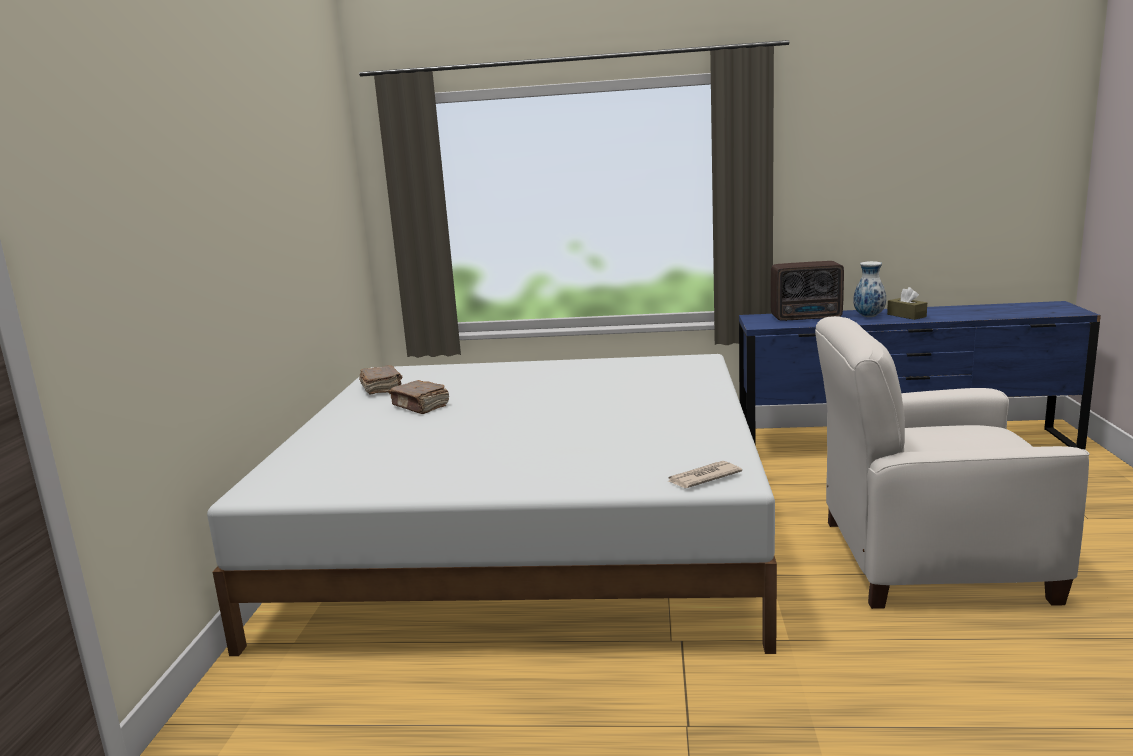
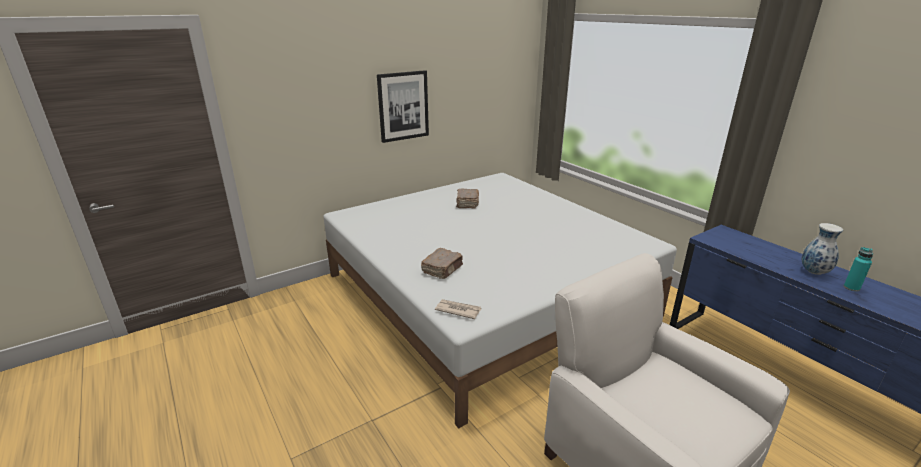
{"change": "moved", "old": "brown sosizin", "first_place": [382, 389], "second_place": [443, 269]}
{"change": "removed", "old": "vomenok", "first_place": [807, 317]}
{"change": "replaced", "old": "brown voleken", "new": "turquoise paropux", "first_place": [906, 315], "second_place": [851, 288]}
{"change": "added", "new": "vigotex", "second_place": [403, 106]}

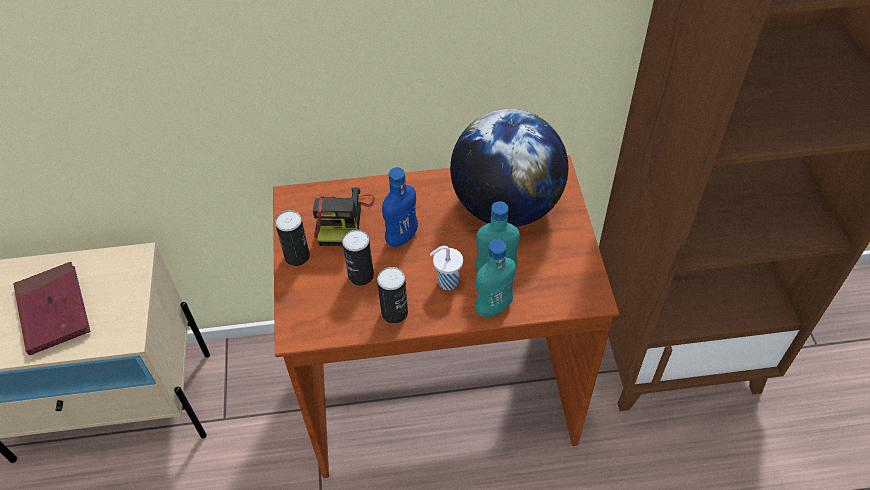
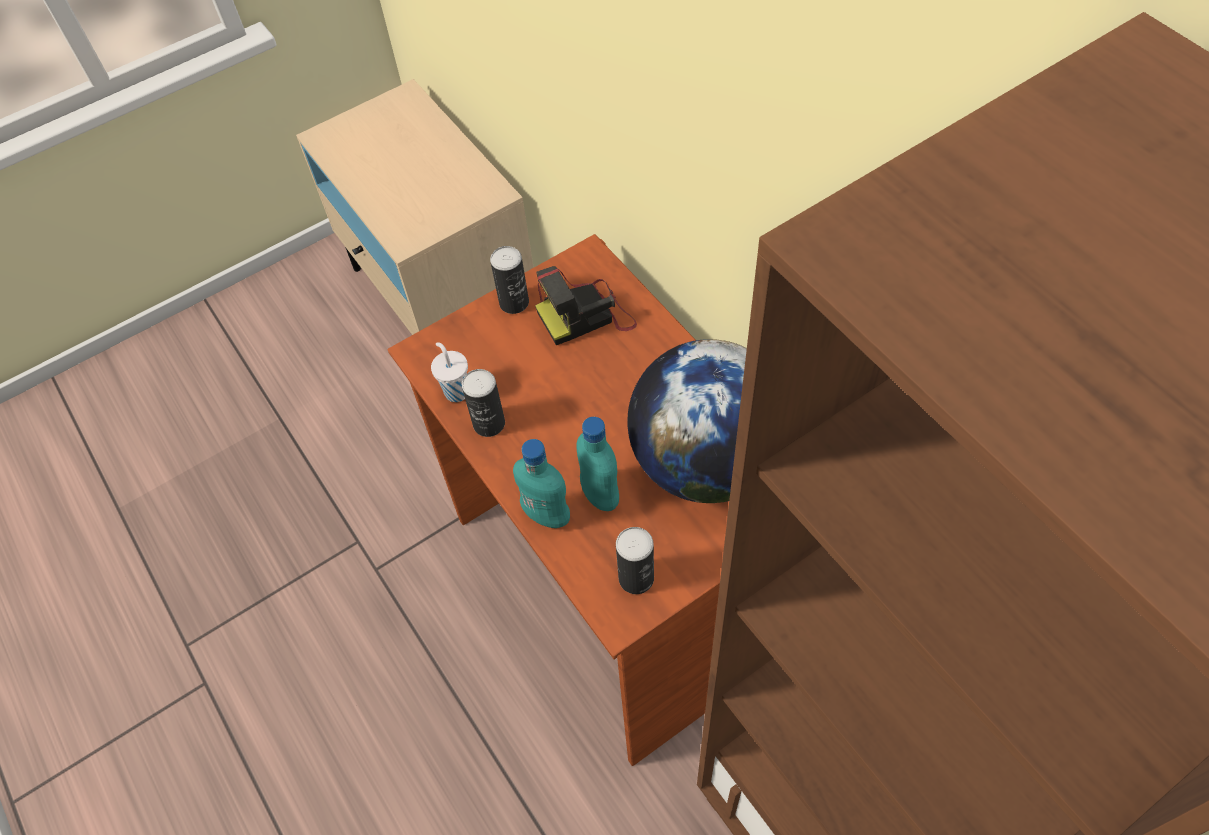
{"change": "removed", "old": "red sosizin", "first_place": [53, 310]}
{"change": "moved", "old": "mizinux", "first_place": [361, 275], "second_place": [636, 578]}
{"change": "removed", "old": "blue paropux", "first_place": [401, 237]}
{"change": "moved", "old": "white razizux", "first_place": [446, 282], "second_place": [456, 391]}

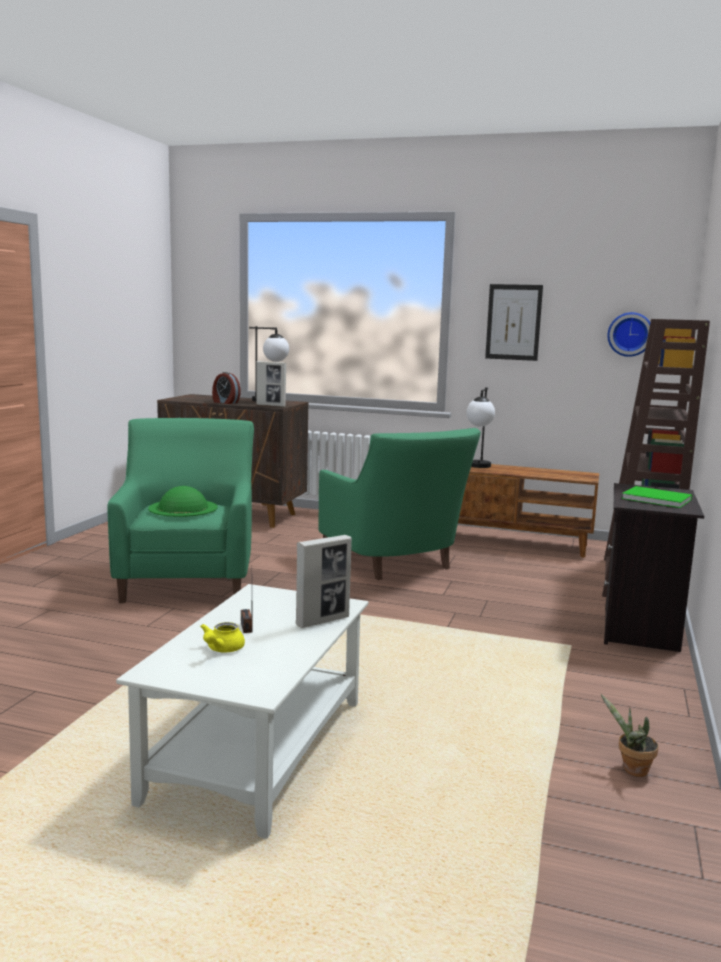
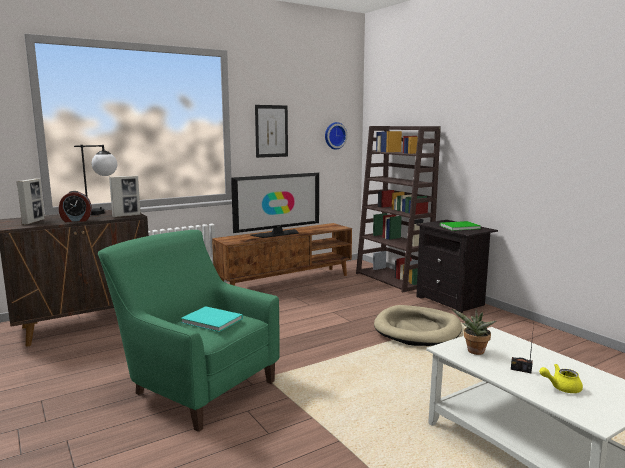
{"change": "replaced", "old": "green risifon", "new": "turquoise sosizin", "first_place": [183, 508], "second_place": [211, 320]}
{"change": "turned", "old": "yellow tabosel", "first_place": [221, 649], "second_place": [561, 387], "degrees": 120}
{"change": "moved", "old": "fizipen", "first_place": [323, 621], "second_place": [33, 222]}
{"change": "removed", "old": "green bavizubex", "first_place": [395, 564]}
{"change": "replaced", "old": "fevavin", "new": "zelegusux", "first_place": [478, 467], "second_place": [277, 234]}
{"change": "moved", "old": "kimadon", "first_place": [631, 769], "second_place": [474, 352]}
{"change": "added", "new": "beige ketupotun", "second_place": [417, 329]}

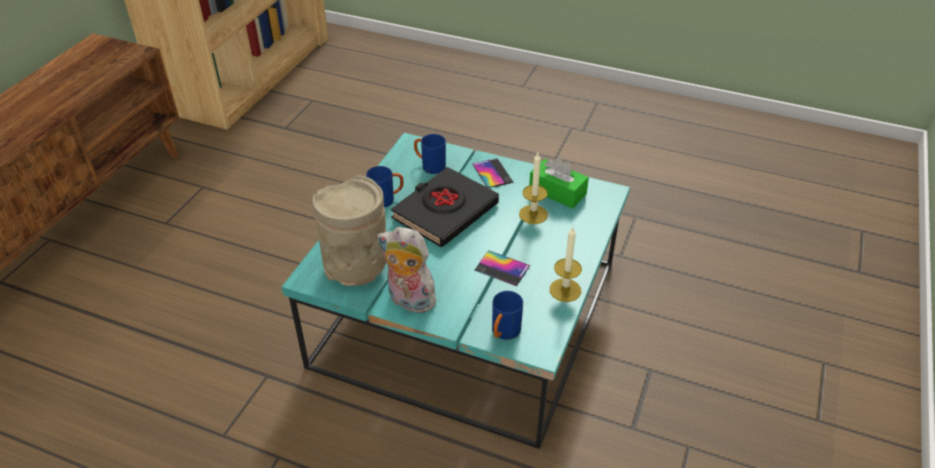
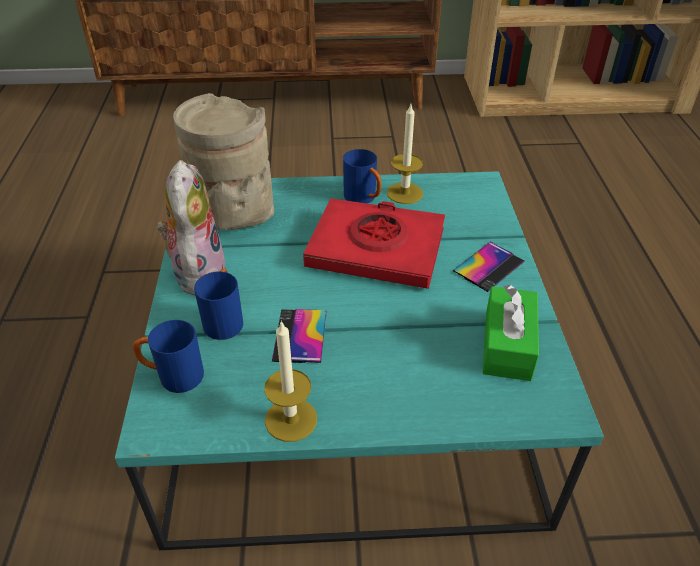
{"change": "recoloured", "old": "black sosizin", "new": "red sosizin", "first_place": [444, 211], "second_place": [376, 249]}
{"change": "moved", "old": "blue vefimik", "first_place": [429, 166], "second_place": [225, 320]}
{"change": "moved", "old": "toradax", "first_place": [533, 214], "second_place": [404, 193]}

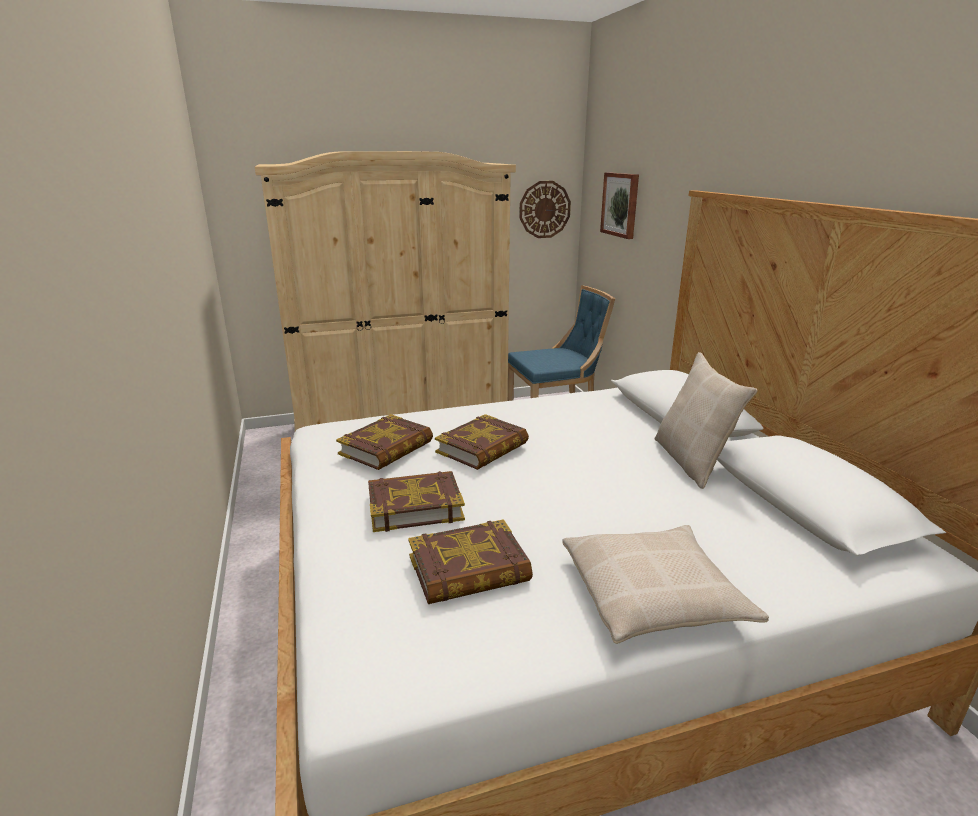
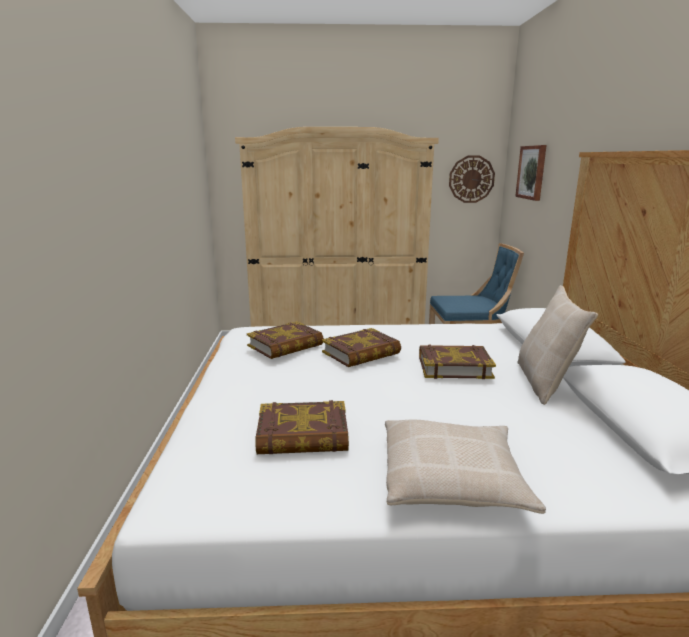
{"change": "moved", "old": "sosizin", "first_place": [415, 506], "second_place": [454, 367]}

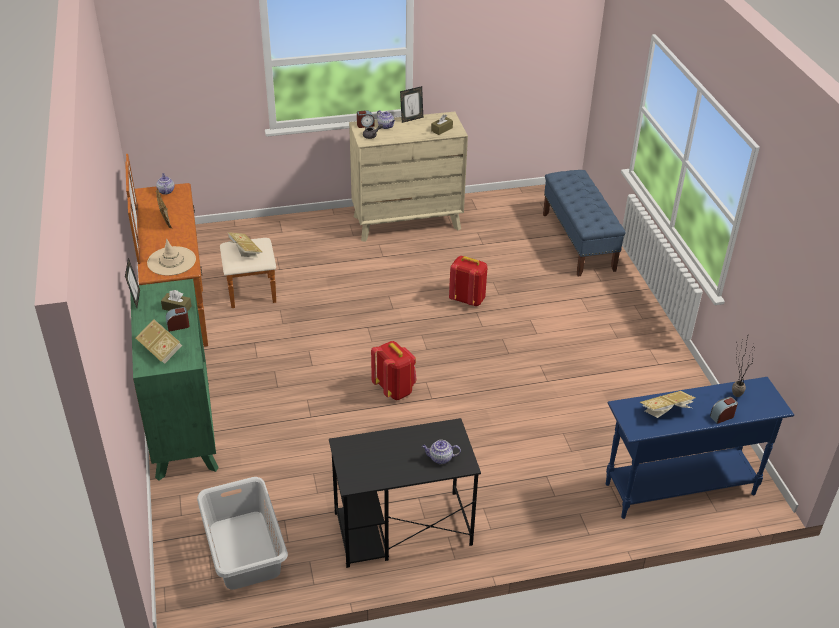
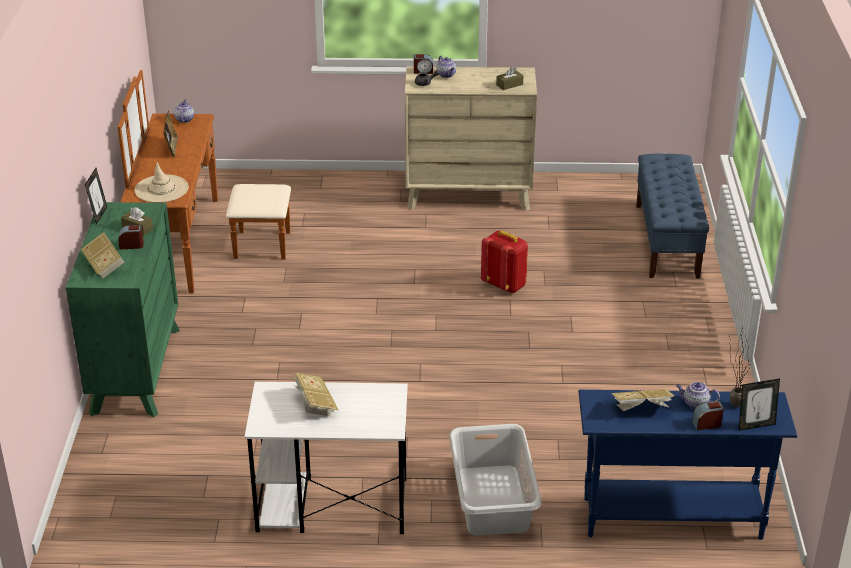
{"change": "moved", "old": "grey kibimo", "first_place": [244, 550], "second_place": [492, 500]}
{"change": "moved", "old": "sosizin", "first_place": [244, 252], "second_place": [315, 404]}
{"change": "recoloured", "old": "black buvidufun", "new": "white buvidufun", "first_place": [401, 529], "second_place": [331, 505]}
{"change": "removed", "old": "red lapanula", "first_place": [395, 389]}
{"change": "moved", "old": "fizipen", "first_place": [411, 119], "second_place": [755, 425]}
{"change": "moved", "old": "tabosel", "first_place": [440, 458], "second_place": [695, 404]}

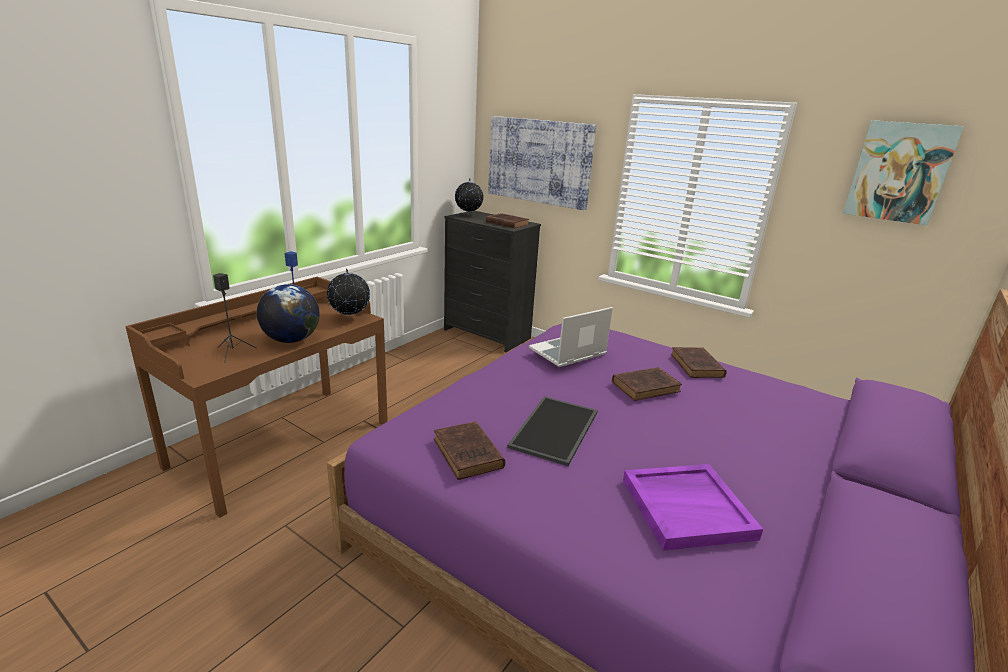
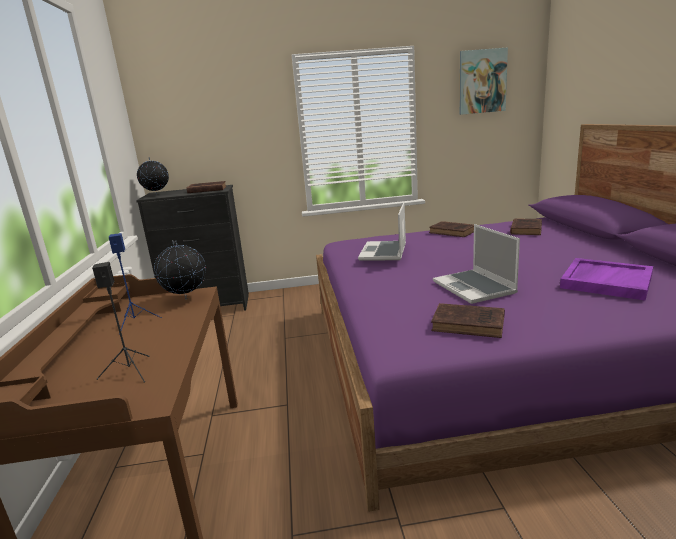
{"change": "removed", "old": "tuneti", "first_place": [291, 340]}
{"change": "removed", "old": "vigotex", "first_place": [540, 161]}
{"change": "replaced", "old": "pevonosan", "new": "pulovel", "first_place": [556, 430], "second_place": [475, 288]}
{"change": "moved", "old": "brown sosizin", "first_place": [647, 387], "second_place": [526, 229]}

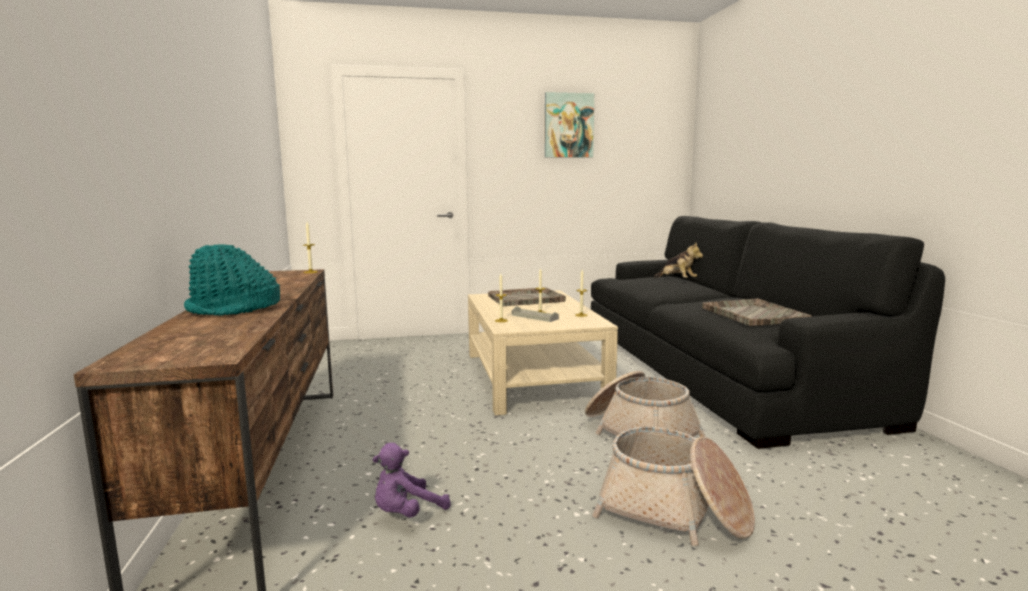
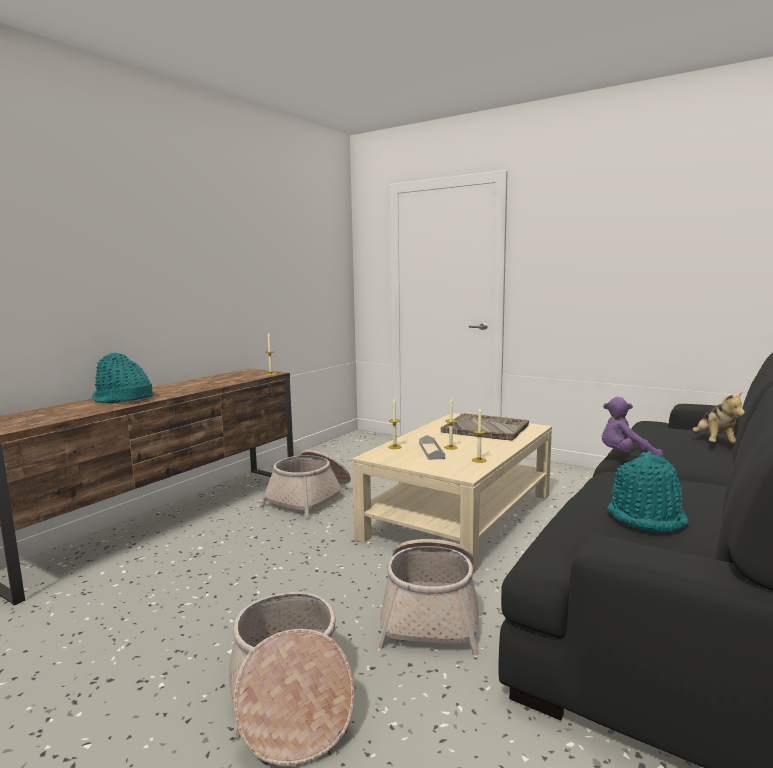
{"change": "moved", "old": "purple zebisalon", "first_place": [407, 513], "second_place": [625, 456]}
{"change": "removed", "old": "vigotex", "first_place": [568, 125]}
{"change": "replaced", "old": "grey pevonosan", "new": "turquoise risifon", "first_place": [753, 314], "second_place": [646, 517]}
{"change": "added", "new": "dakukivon", "second_place": [310, 498]}

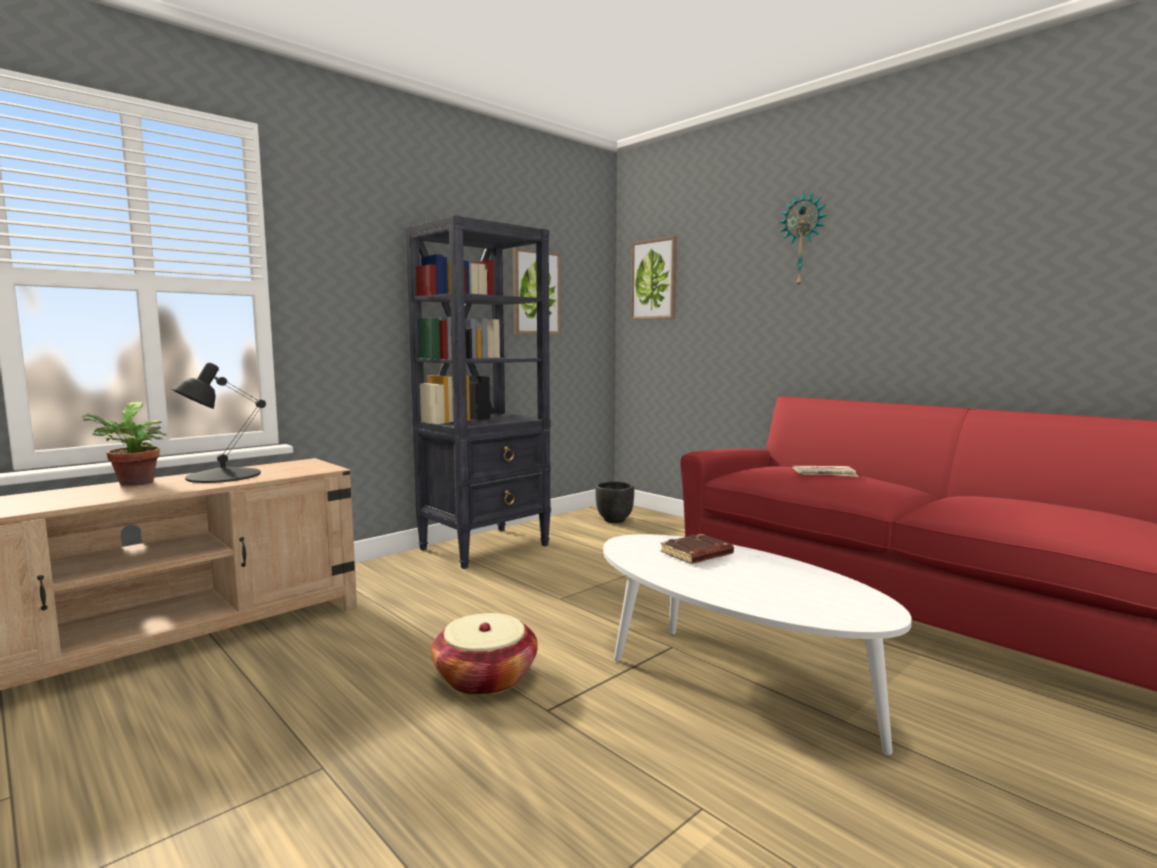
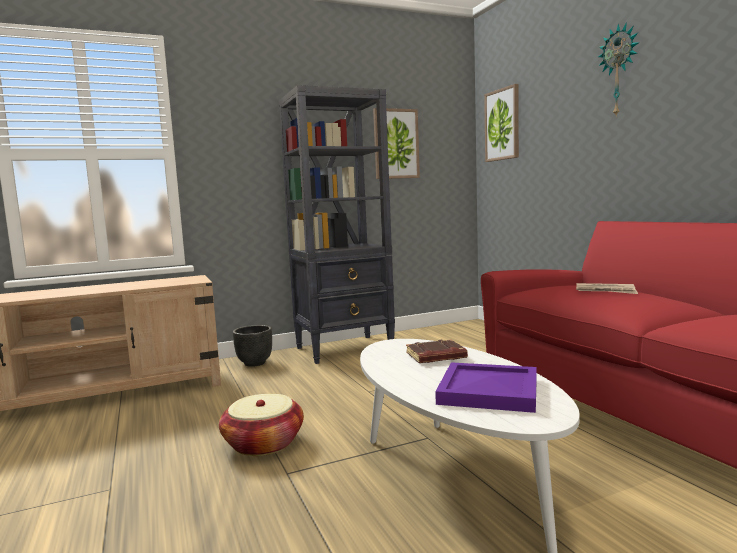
{"change": "removed", "old": "kimadon", "first_place": [134, 483]}
{"change": "removed", "old": "black fevavin", "first_place": [222, 475]}
{"change": "moved", "old": "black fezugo", "first_place": [614, 520], "second_place": [254, 363]}
{"change": "added", "new": "purple pevonosan", "second_place": [487, 390]}

